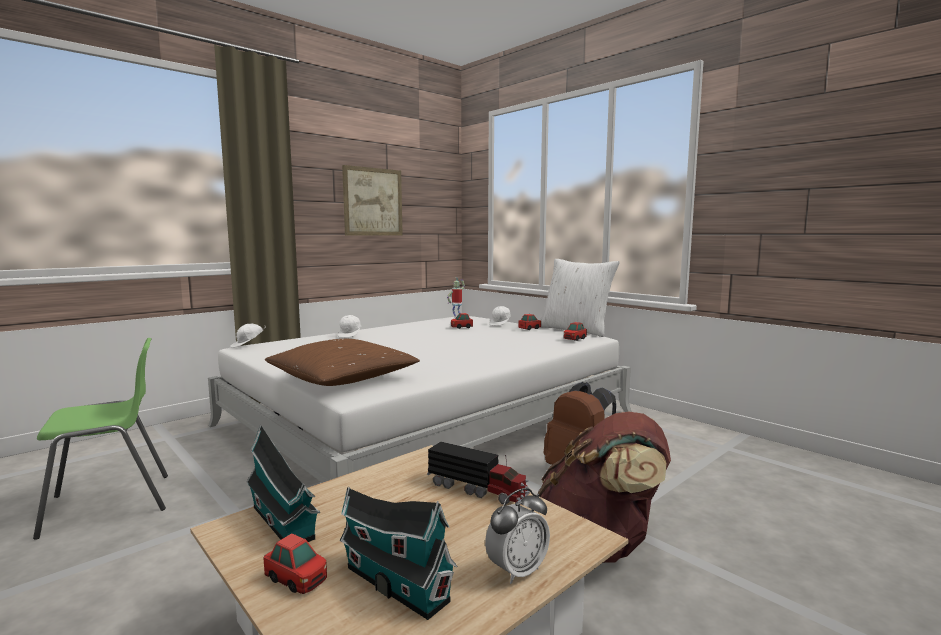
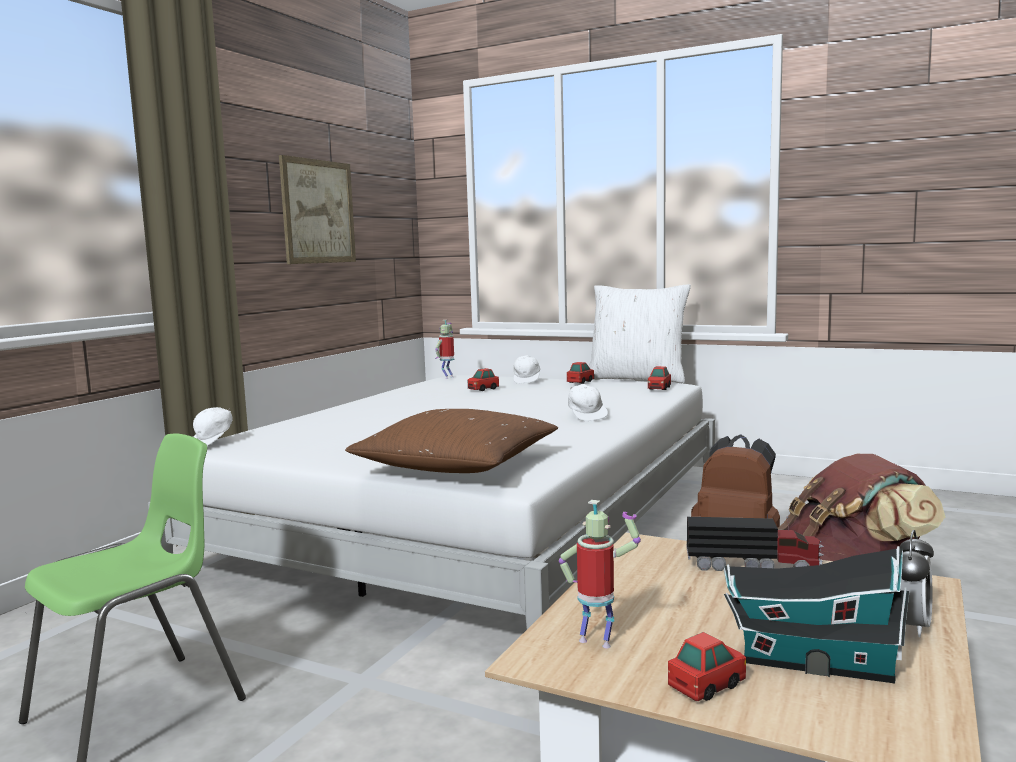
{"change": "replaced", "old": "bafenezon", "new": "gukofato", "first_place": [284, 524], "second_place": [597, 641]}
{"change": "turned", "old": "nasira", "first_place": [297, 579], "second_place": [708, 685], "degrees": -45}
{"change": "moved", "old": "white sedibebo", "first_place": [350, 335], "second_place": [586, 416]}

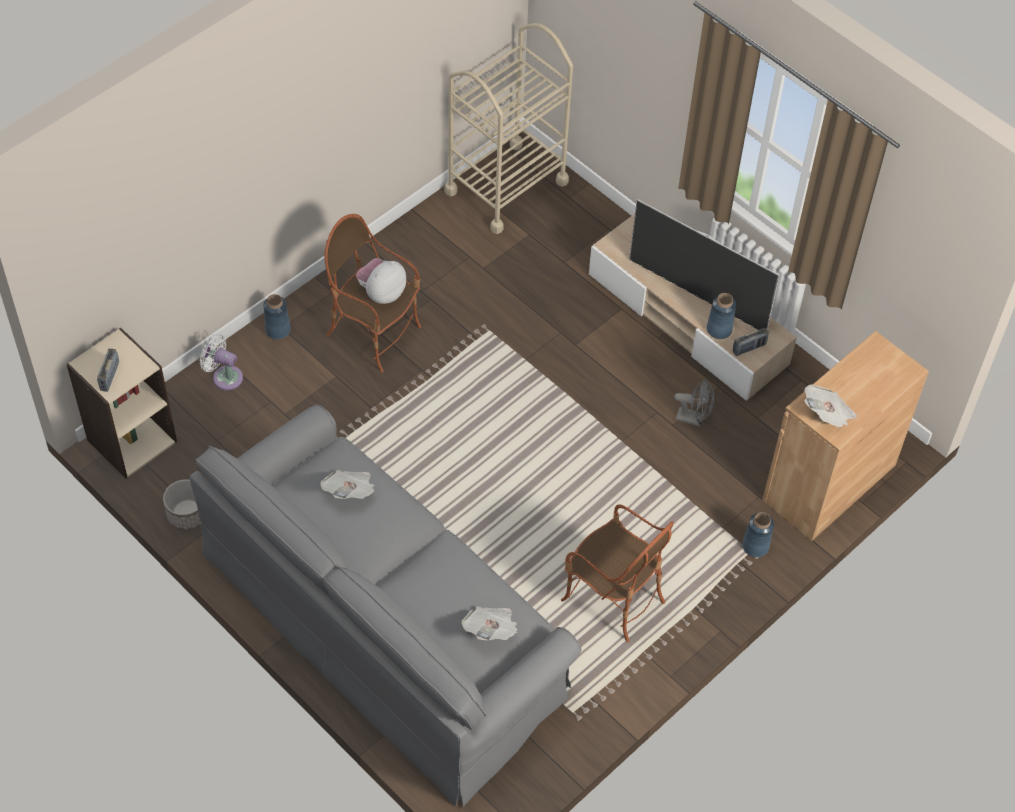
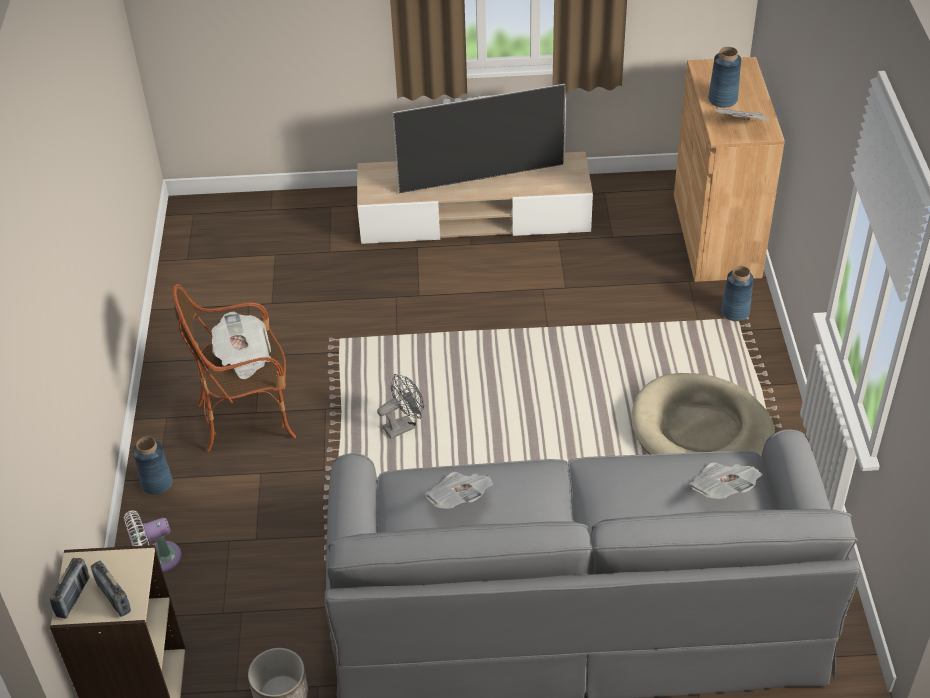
{"change": "replaced", "old": "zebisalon", "new": "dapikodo", "first_place": [382, 293], "second_place": [243, 357]}
{"change": "removed", "old": "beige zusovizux", "first_place": [506, 186]}
{"change": "replaced", "old": "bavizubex", "new": "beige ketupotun", "first_place": [613, 598], "second_place": [701, 430]}
{"change": "moved", "old": "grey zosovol", "first_place": [693, 418], "second_place": [404, 425]}
{"change": "moved", "old": "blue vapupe", "first_place": [719, 330], "second_place": [723, 100]}
{"change": "moved", "old": "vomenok", "first_place": [749, 348], "second_place": [73, 597]}

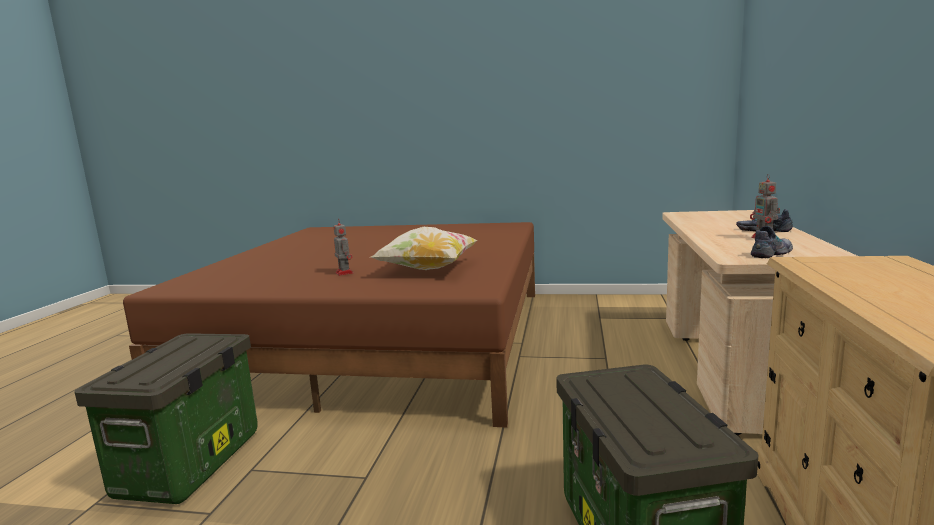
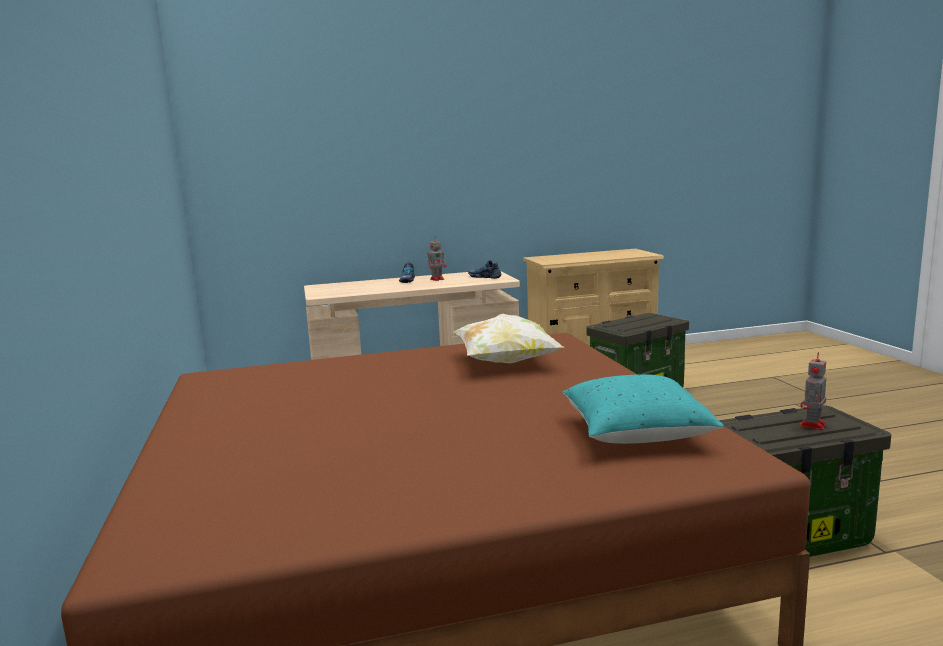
{"change": "moved", "old": "gukofato", "first_place": [344, 272], "second_place": [812, 425]}
{"change": "added", "new": "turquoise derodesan", "second_place": [636, 434]}

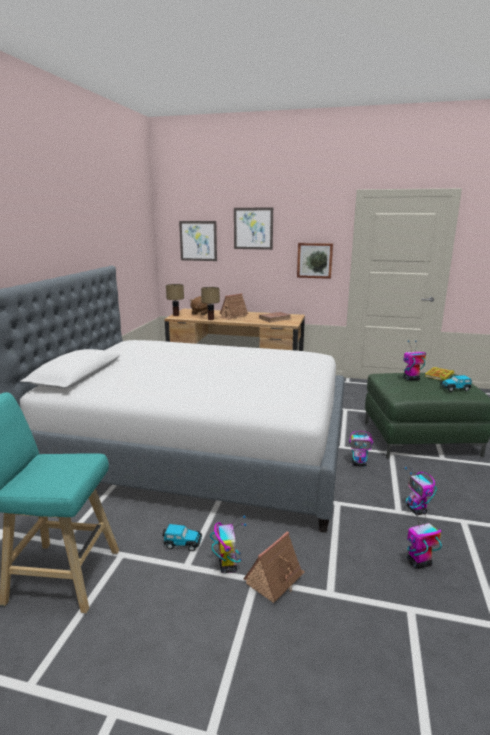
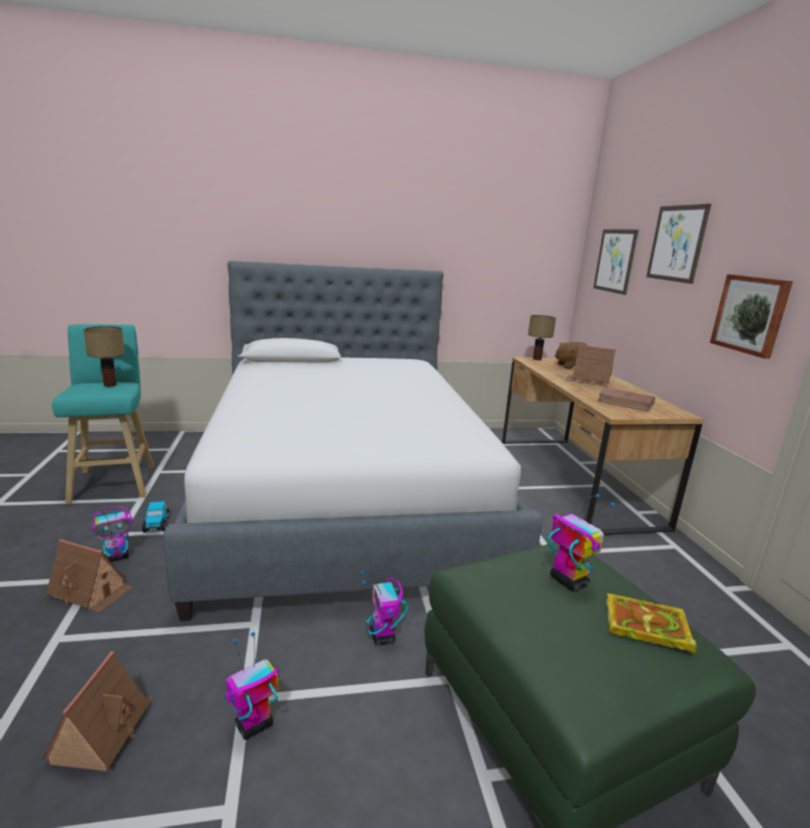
{"change": "moved", "old": "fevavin", "first_place": [210, 319], "second_place": [109, 385]}
{"change": "replaced", "old": "gukofato", "new": "bafenezon", "first_place": [418, 563], "second_place": [103, 731]}
{"change": "removed", "old": "nasira", "first_place": [455, 388]}

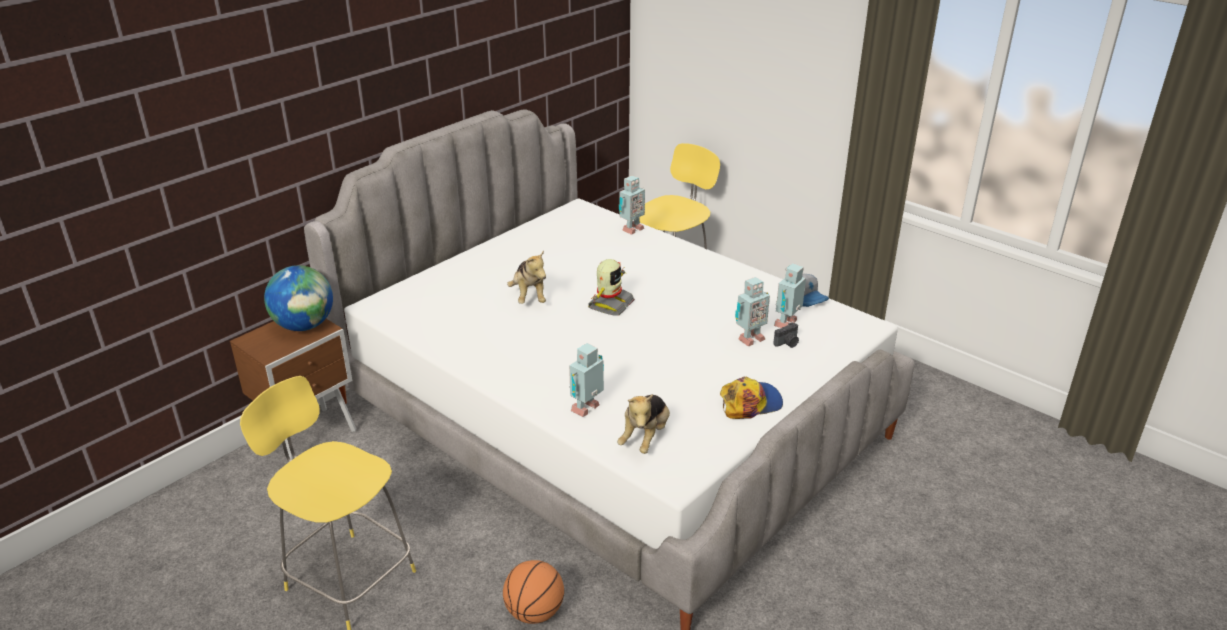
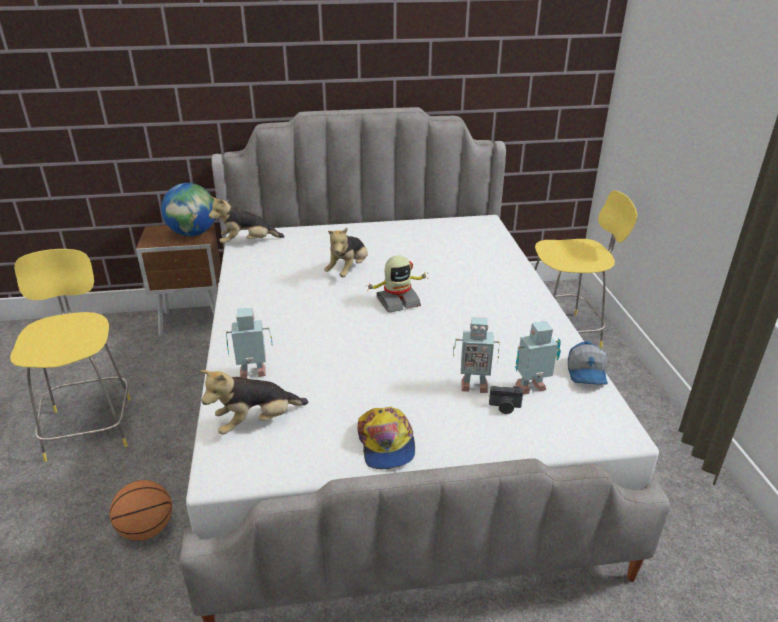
{"change": "removed", "old": "gukofato", "first_place": [631, 229]}
{"change": "turned", "old": "sedibebo", "first_place": [750, 403], "second_place": [386, 444], "degrees": 60}
{"change": "added", "new": "zebisalon", "second_place": [247, 243]}

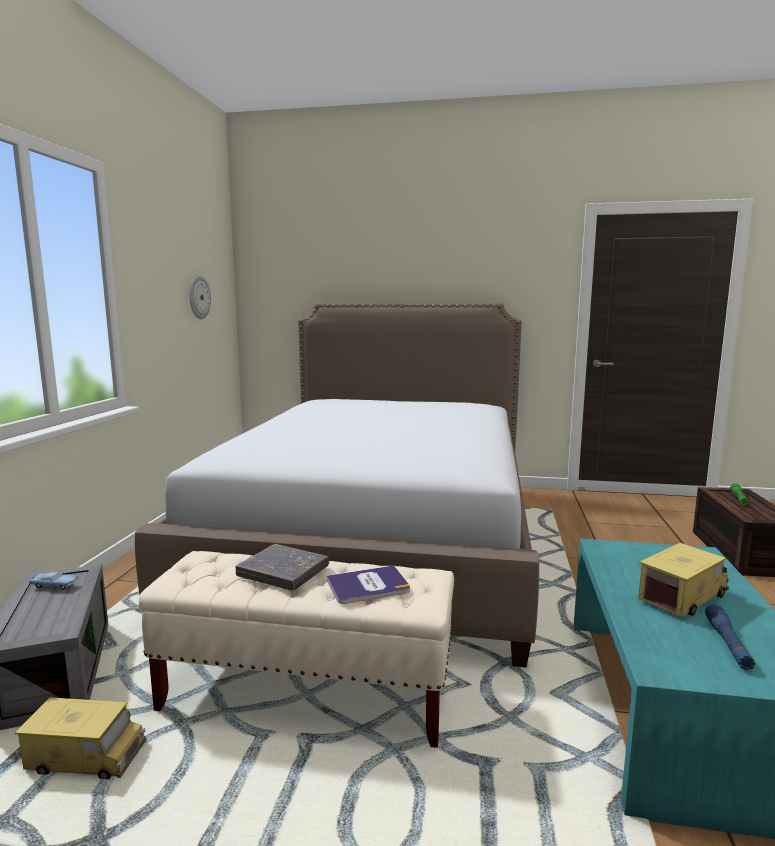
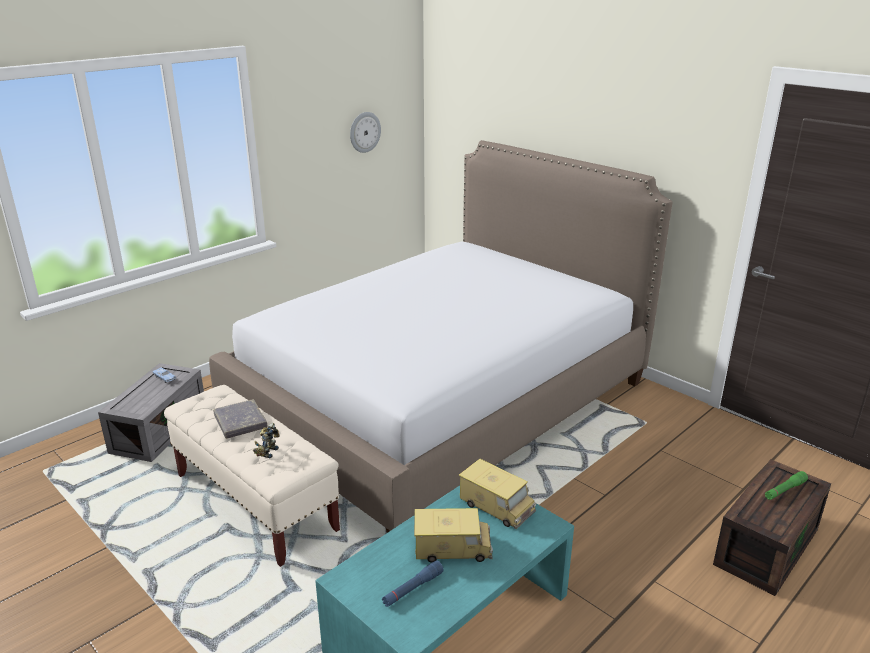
{"change": "moved", "old": "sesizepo", "first_place": [86, 757], "second_place": [496, 506]}
{"change": "replaced", "old": "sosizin", "new": "gukofato", "first_place": [368, 586], "second_place": [267, 452]}

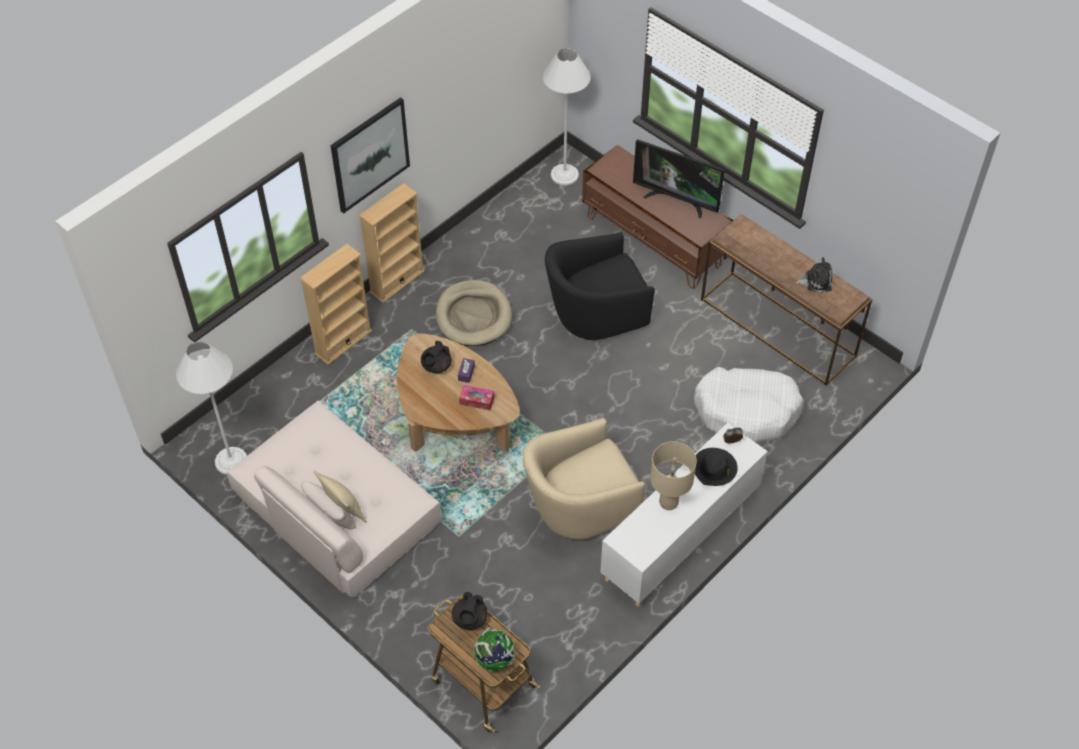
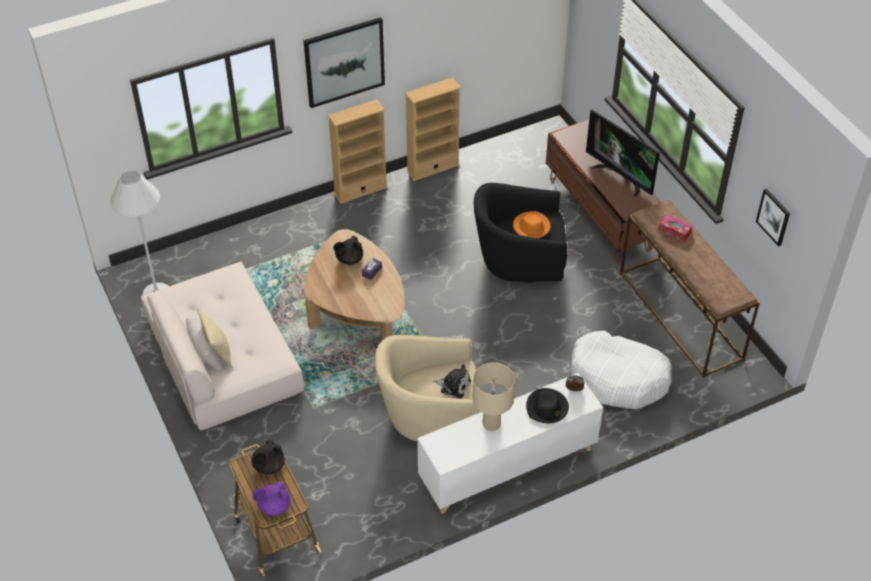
{"change": "moved", "old": "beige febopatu", "first_place": [343, 342], "second_place": [433, 168]}
{"change": "removed", "old": "beige ketupotun", "first_place": [473, 316]}
{"change": "moved", "old": "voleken", "first_place": [477, 400], "second_place": [674, 231]}
{"change": "replaced", "old": "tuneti", "new": "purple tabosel", "first_place": [495, 660], "second_place": [273, 506]}
{"change": "removed", "old": "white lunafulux", "first_place": [564, 175]}
{"change": "moved", "old": "zebisalon", "first_place": [816, 281], "second_place": [454, 385]}
{"change": "added", "new": "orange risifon", "second_place": [531, 227]}
{"change": "added", "new": "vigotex", "second_place": [773, 217]}

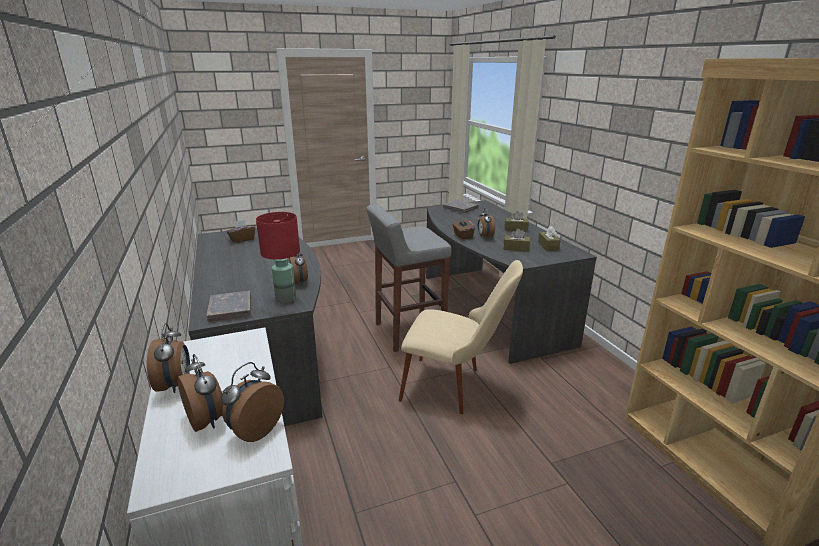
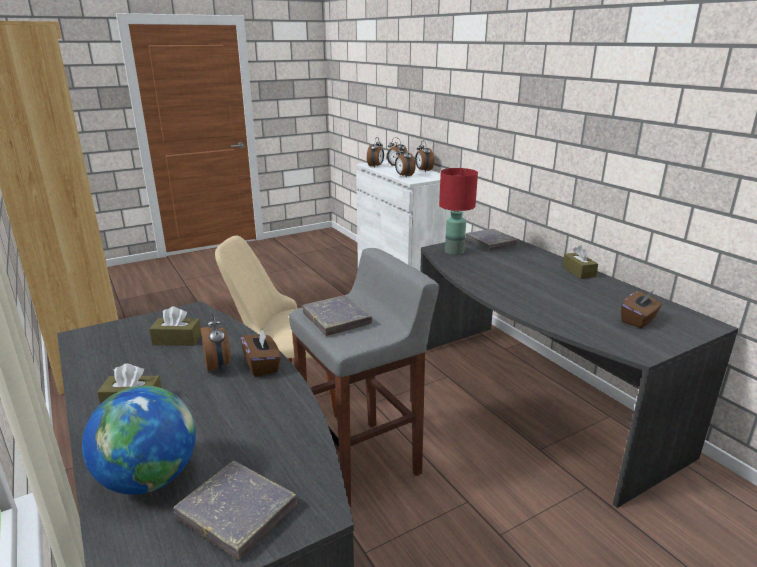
{"change": "moved", "old": "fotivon", "first_place": [300, 282], "second_place": [404, 176]}
{"change": "moved", "old": "brown voleken", "first_place": [548, 246], "second_place": [578, 272]}
{"change": "added", "new": "tuneti", "second_place": [149, 478]}
{"change": "added", "new": "grey sosizin", "second_place": [336, 319]}

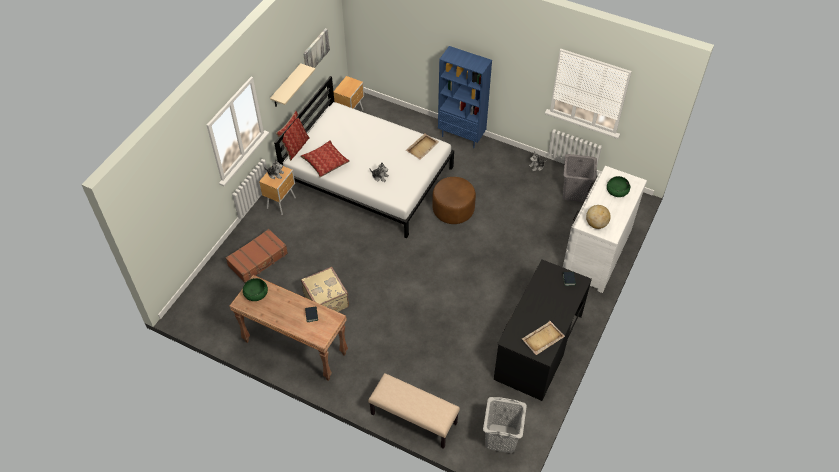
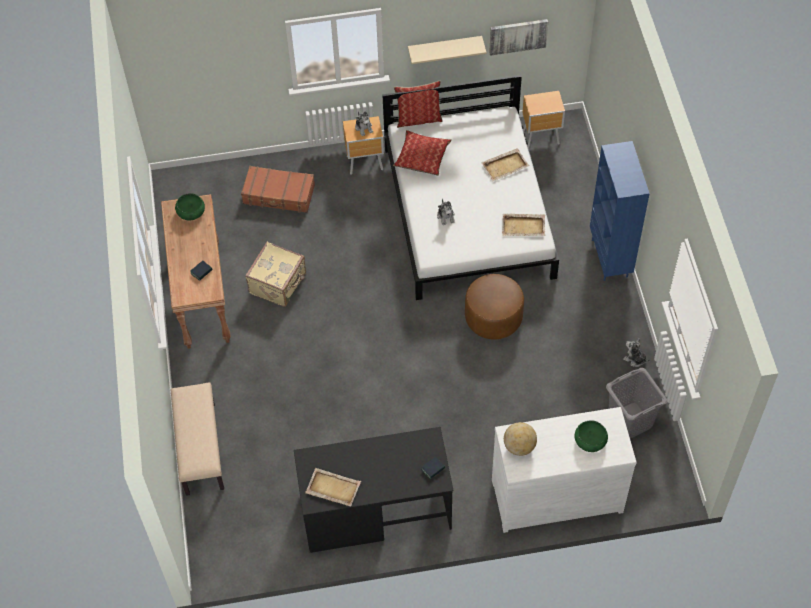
{"change": "removed", "old": "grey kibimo", "first_place": [501, 438]}
{"change": "added", "new": "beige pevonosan", "second_place": [505, 165]}

